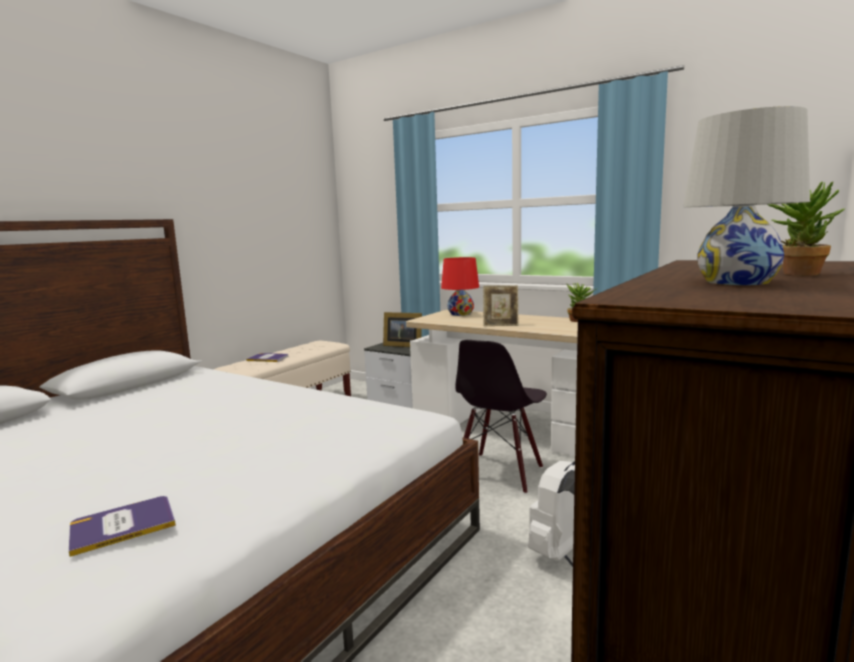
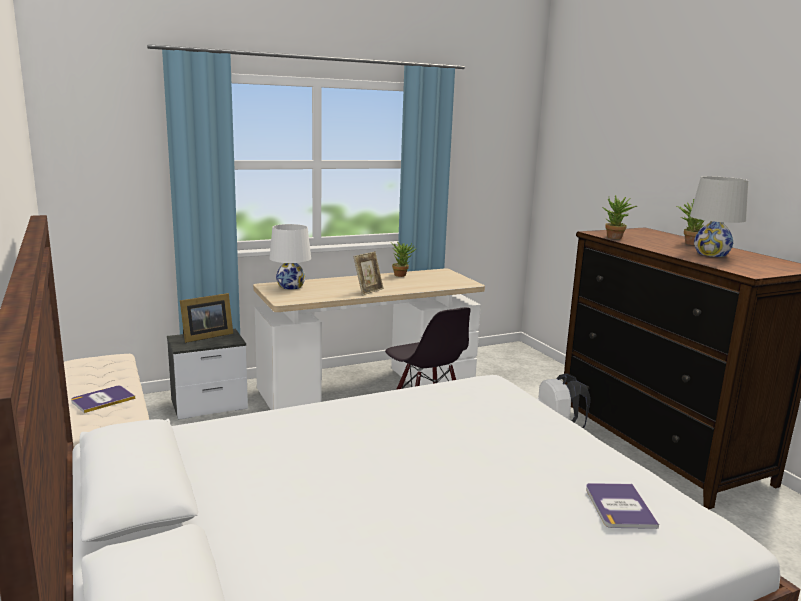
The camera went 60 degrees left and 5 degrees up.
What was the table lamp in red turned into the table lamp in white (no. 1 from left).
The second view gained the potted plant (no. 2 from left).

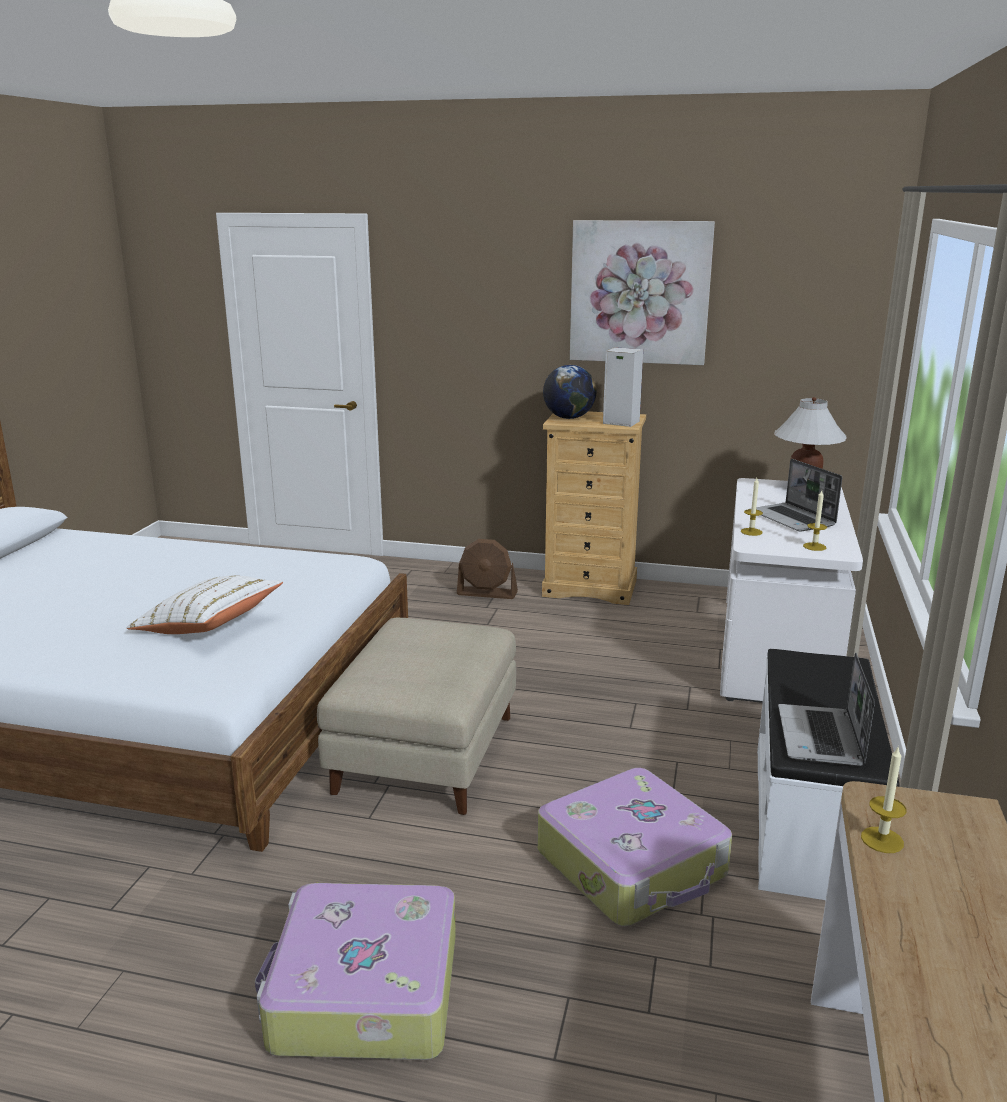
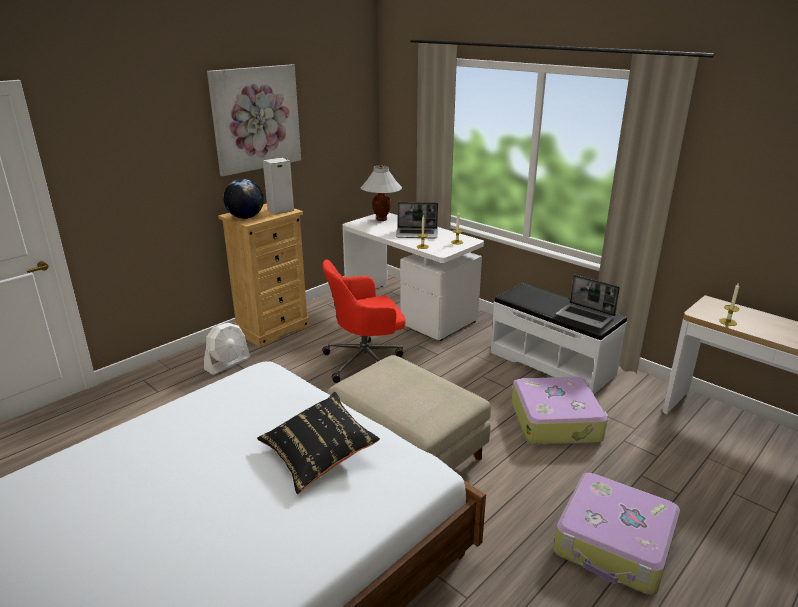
The camera went 60 degrees left and 5 degrees up.
What was the fan in brown turned into the fan in white.
What was the pillow in white turned into the pillow in black.
The second view gained the office chair in red.

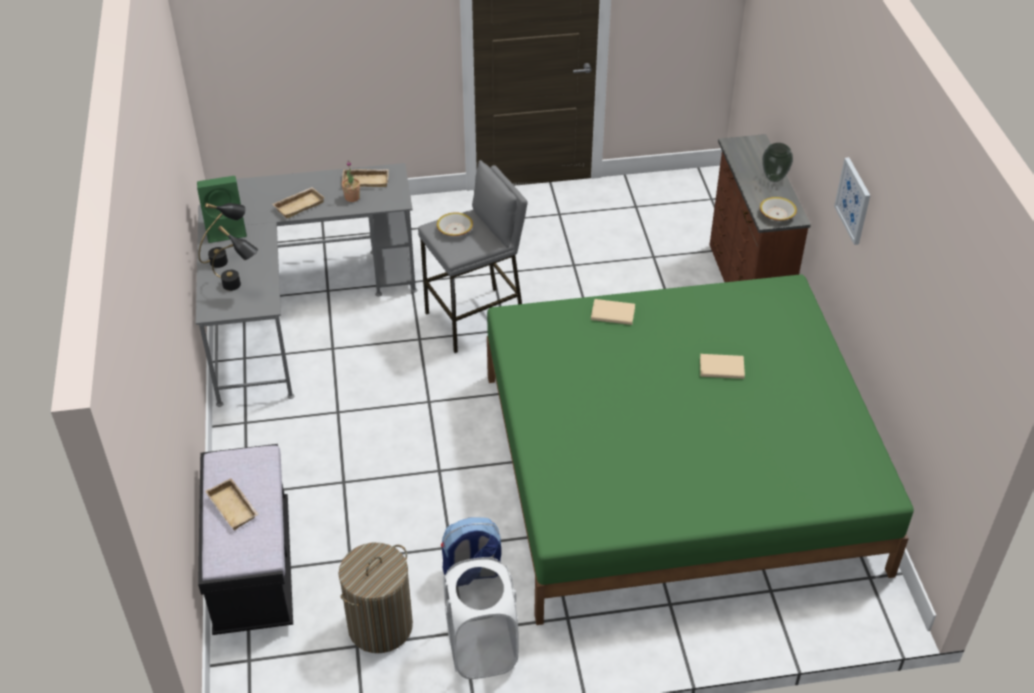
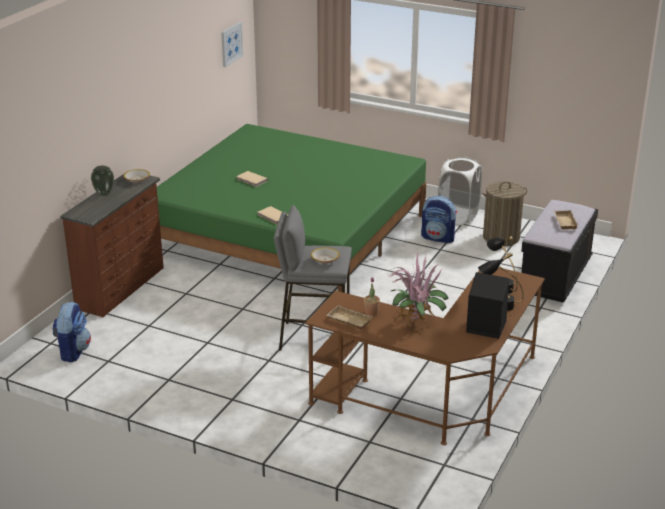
The camera went 145 degrees left and 15 degrees down.
The second view gained the backpack (no. 1 from left).
The picture ended up elsewhere.
What was the desk in grey turned into the desk in brown.
Where the tray in beige (no. 2 from left) stood, the potted plant (no. 2 from left) came to stand.
What was the speaker in green turned into the speaker in black.

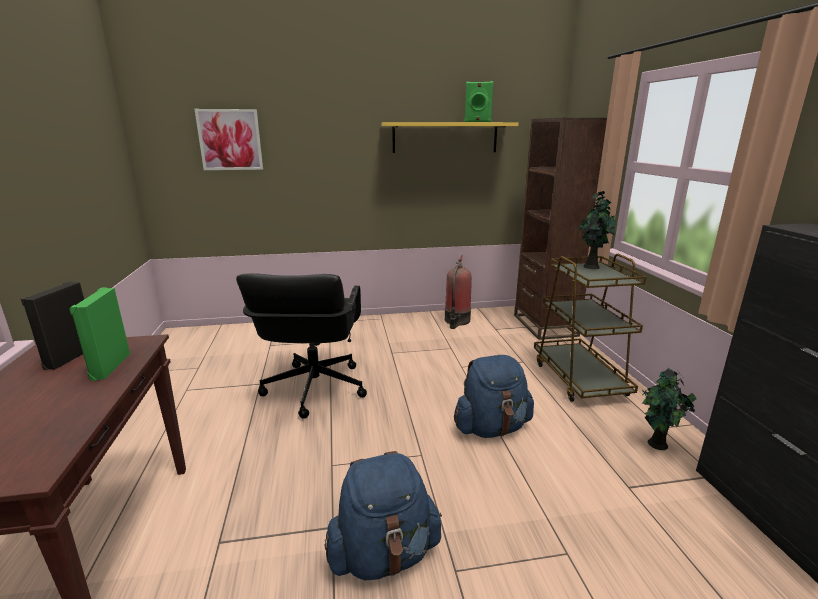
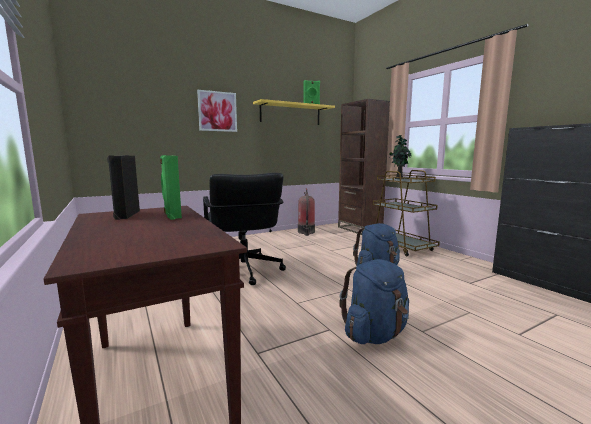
The camera went 20 degrees left and 10 degrees down.
The picture ended up elsewhere.
The second view lost the potted plant (no. 2 from left).

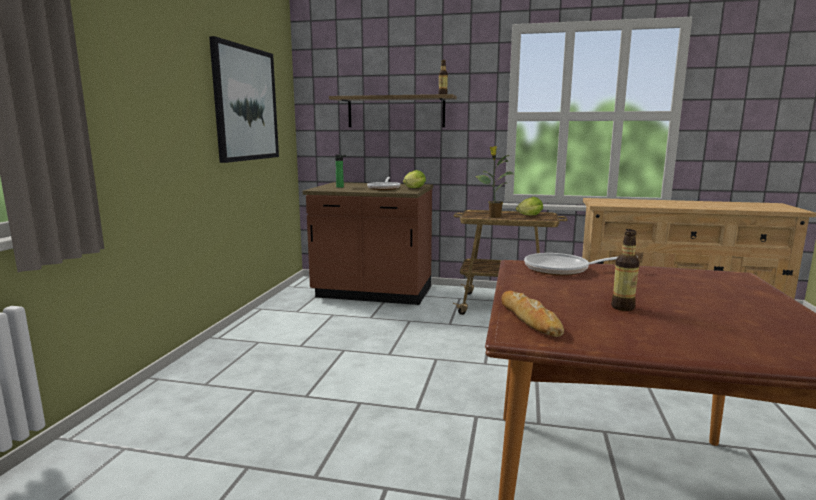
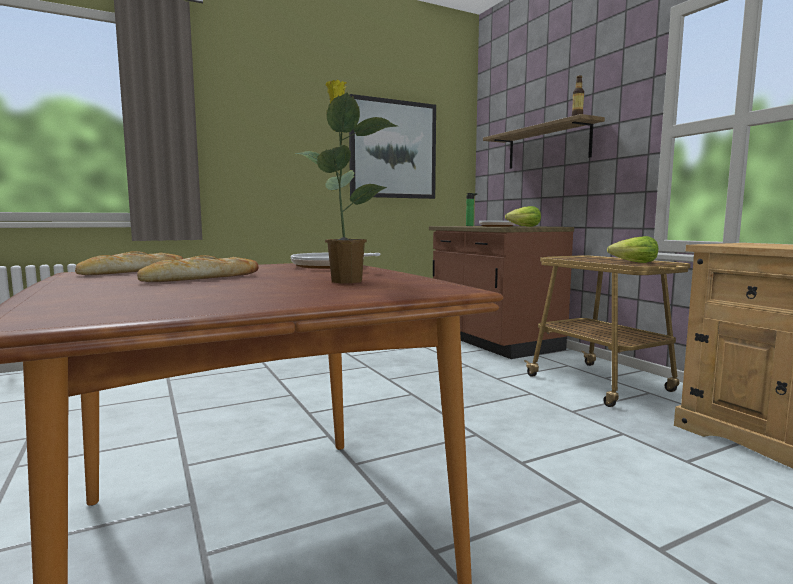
The camera went 50 degrees right and 5 degrees down.
Where the bottle (no. 3 from left) stood, the bread (no. 2 from left) came to stand.
The potted plant ended up elsewhere.

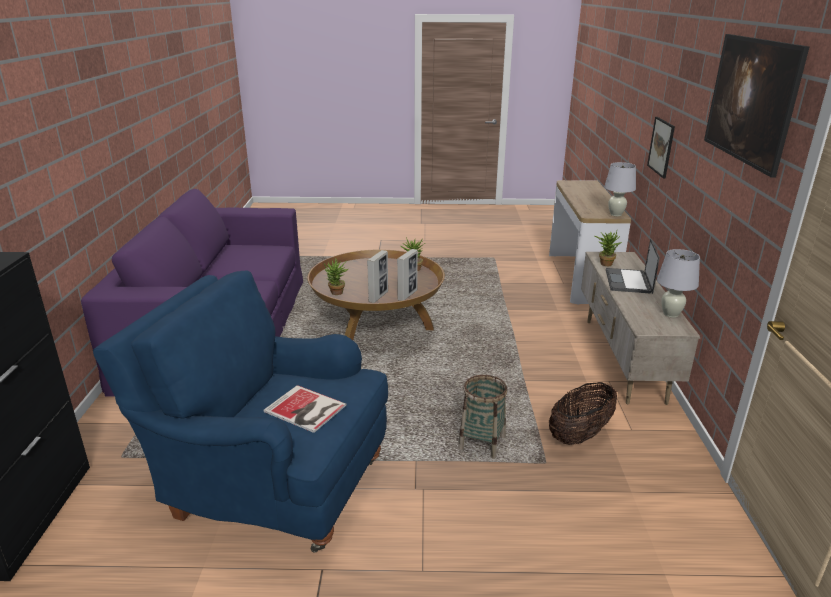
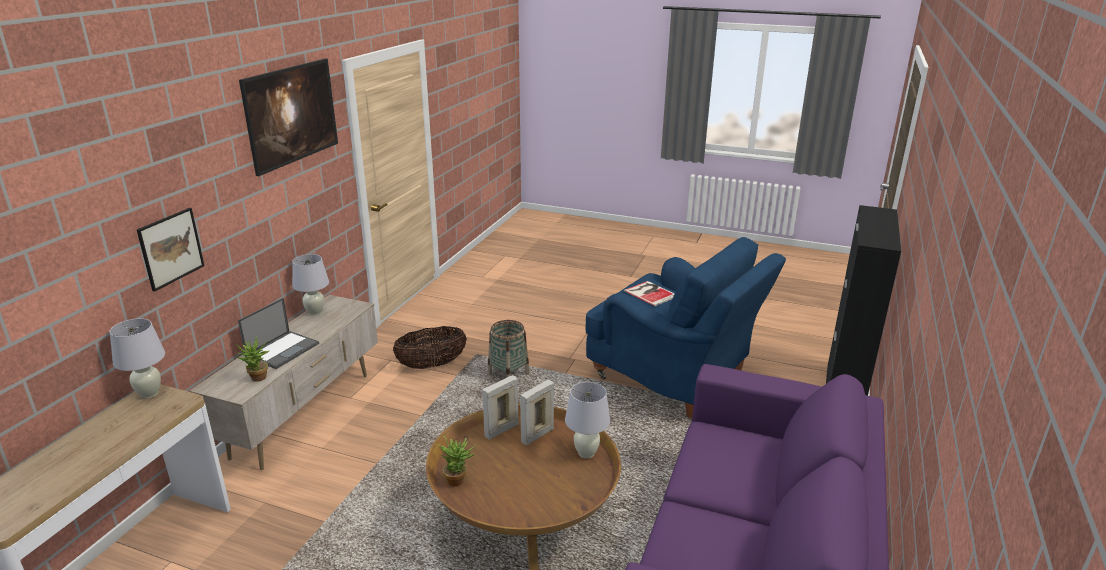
The camera went 160 degrees left and 0 degrees up.
Where the potted plant (no. 1 from left) stood, the table lamp in white (no. 3 from left) came to stand.

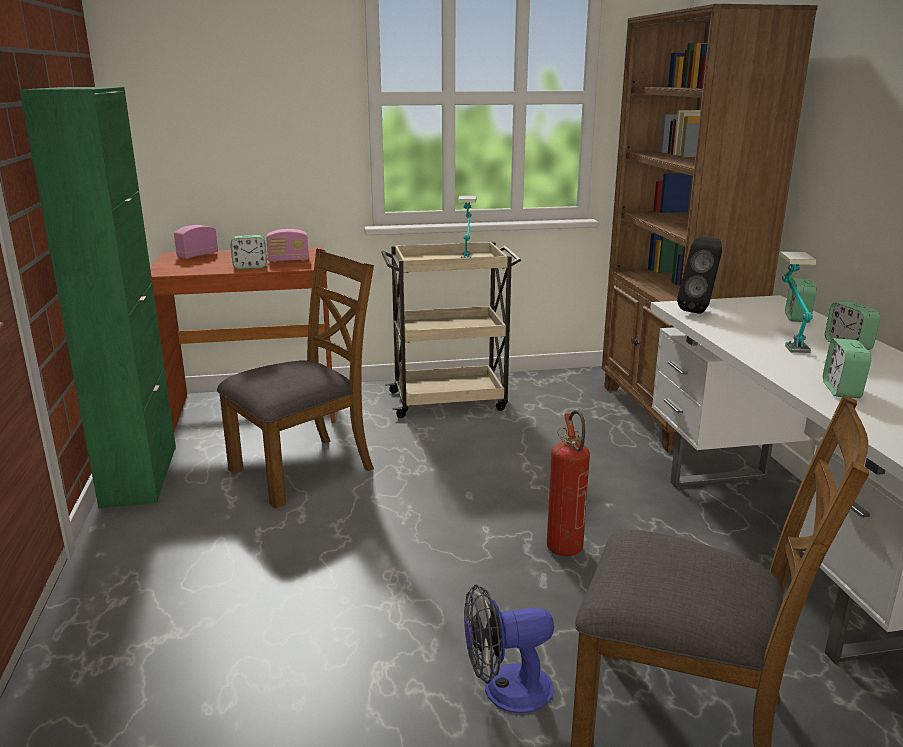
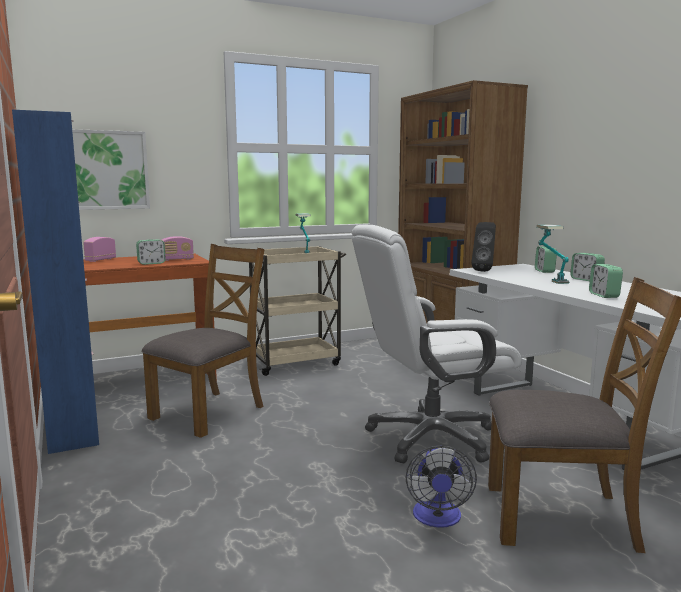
The camera went 15 degrees left and 10 degrees down.
What was the cabinet in green turned into the cabinet in blue.
The second view gained the picture.
Where the fire extinguisher stood, the office chair in white came to stand.
The fan ended up facing another way, 60 degrees counterclockwise from before.

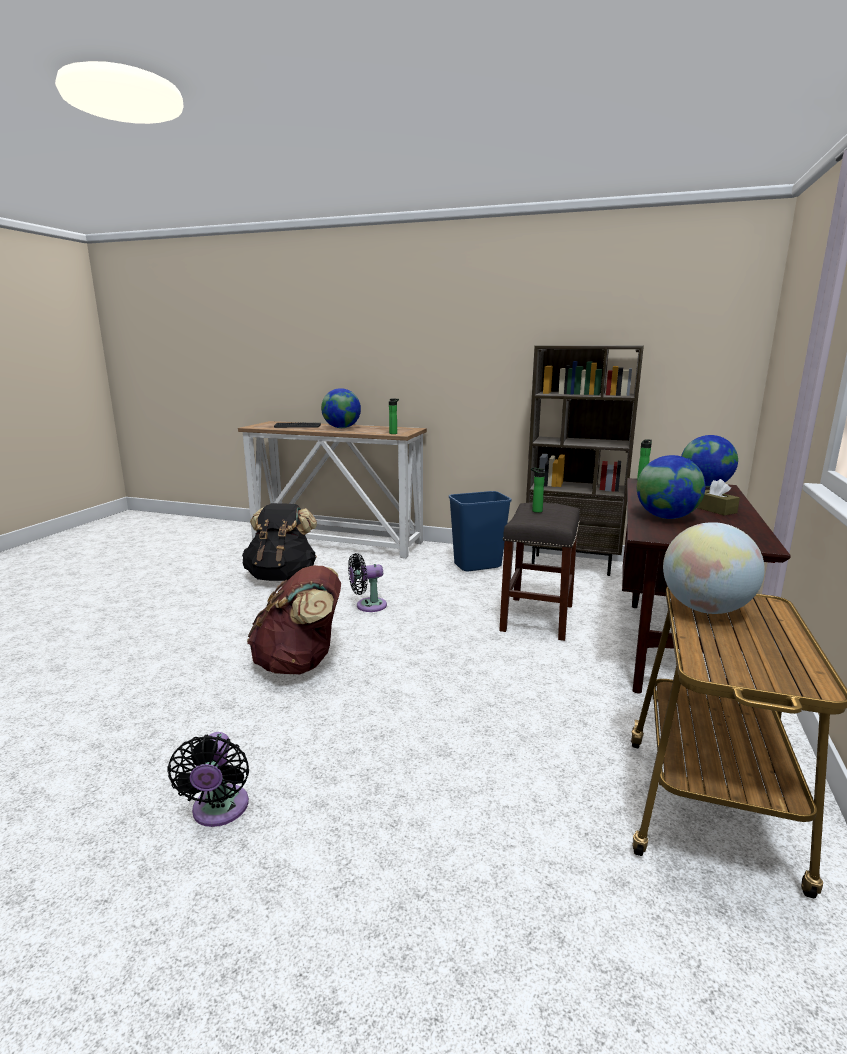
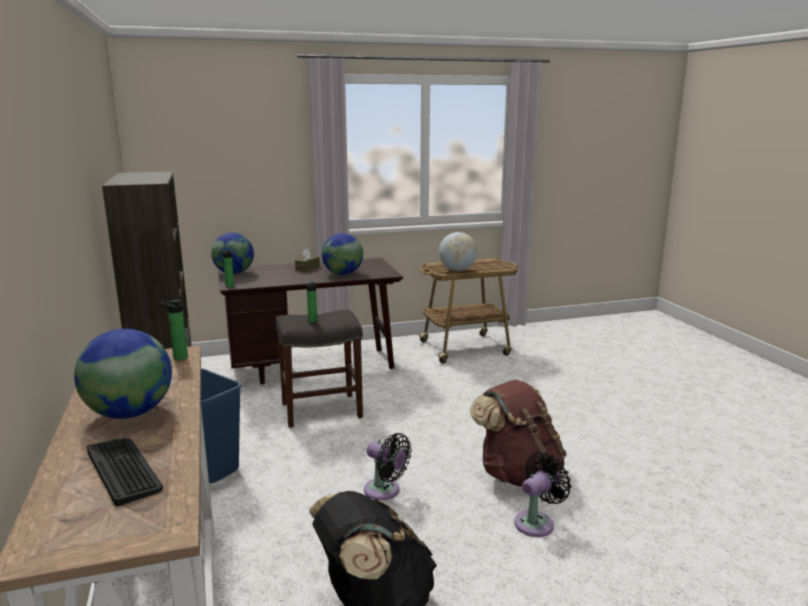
The camera went 125 degrees left and 0 degrees up.
The fan in black (no. 1 from left in the first image) ended up elsewhere.

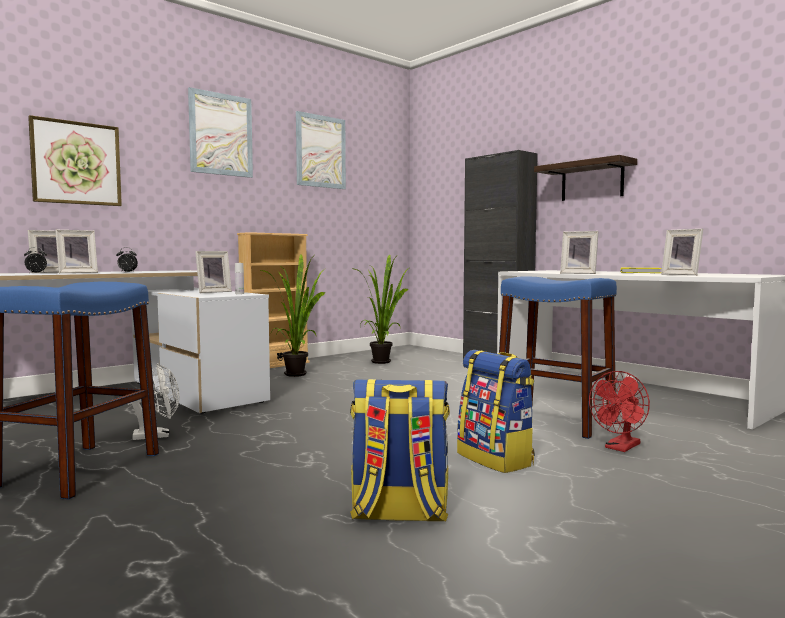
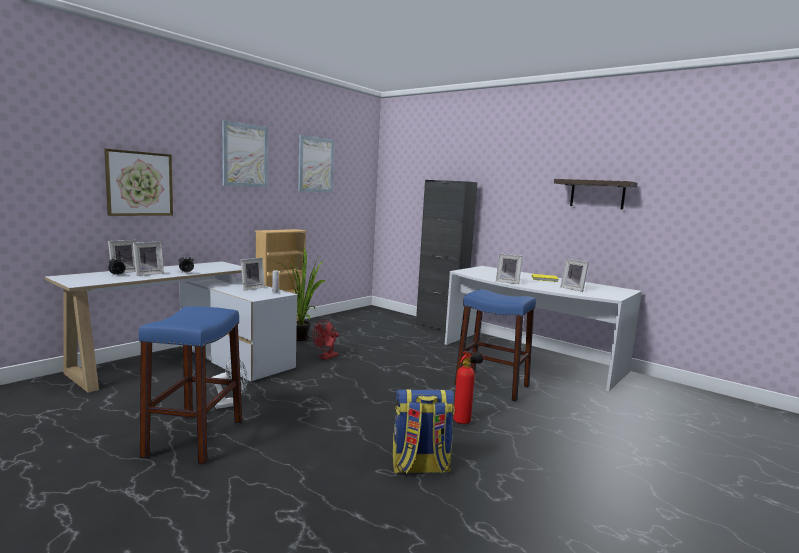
The camera went 10 degrees left and 5 degrees up.
The fan in red ended up elsewhere.
Where the backpack (no. 2 from left) stood, the fire extinguisher came to stand.
The shelf ended up elsewhere.
The second view lost the potted plant (no. 2 from left).

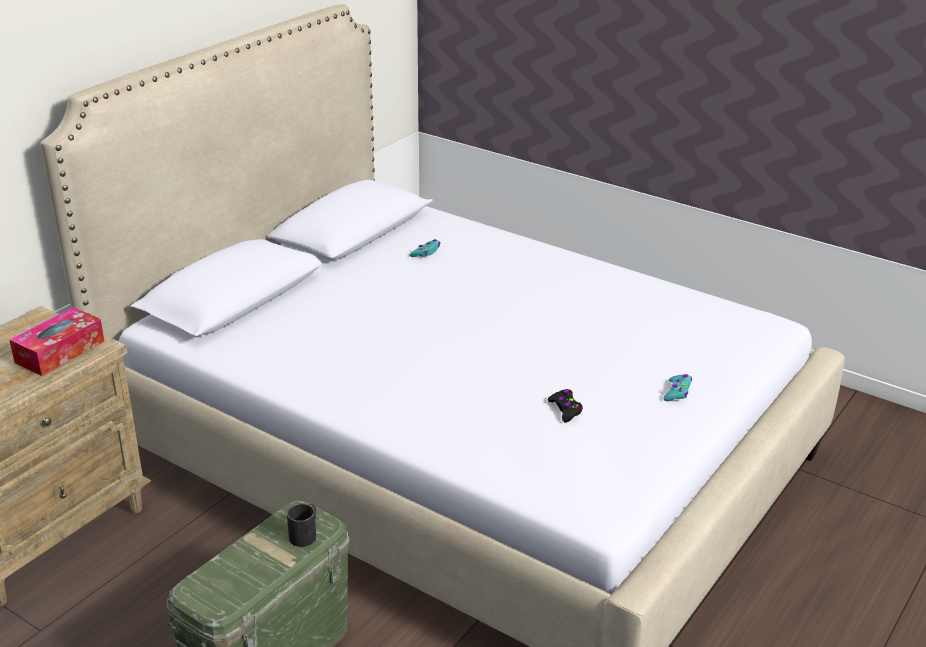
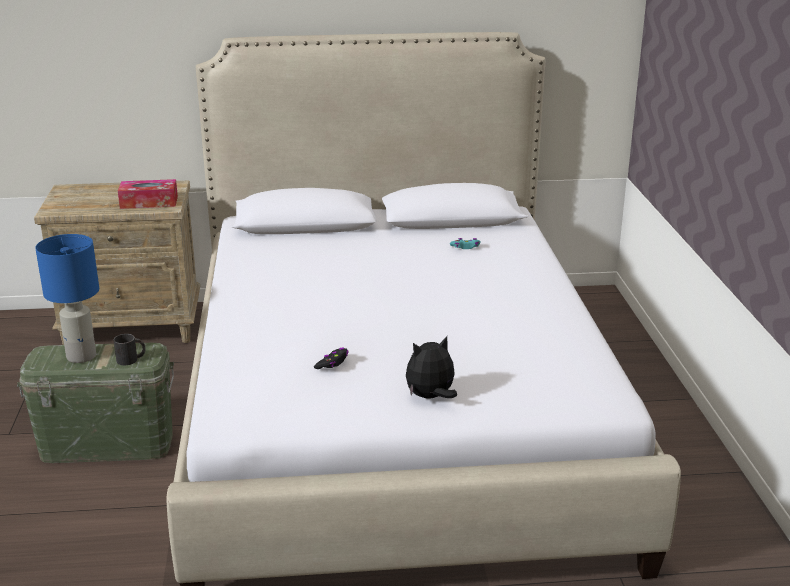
The camera went 50 degrees right and 5 degrees down.
The second view gained the table lamp in blue.
Where the game controller in turquoise (no. 2 from left) stood, the plush toy came to stand.

